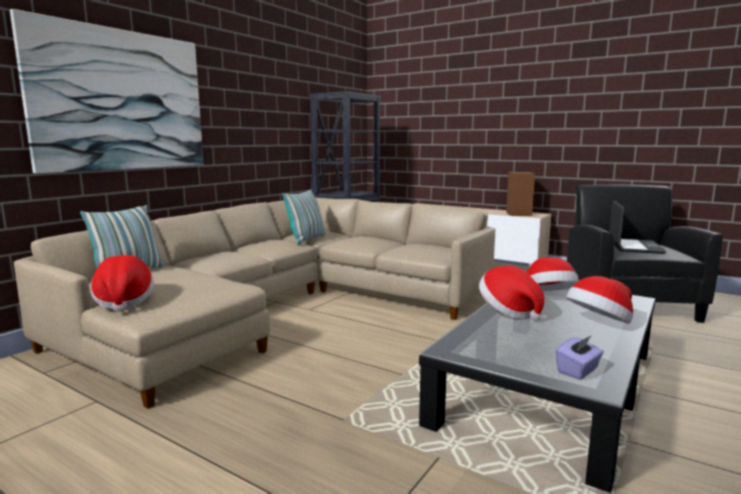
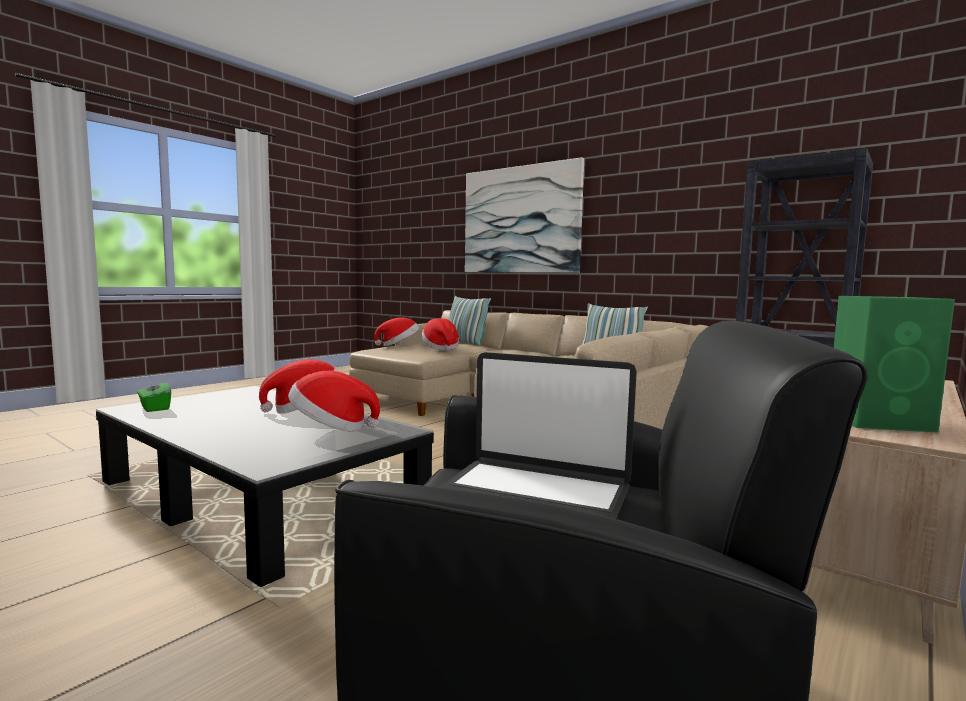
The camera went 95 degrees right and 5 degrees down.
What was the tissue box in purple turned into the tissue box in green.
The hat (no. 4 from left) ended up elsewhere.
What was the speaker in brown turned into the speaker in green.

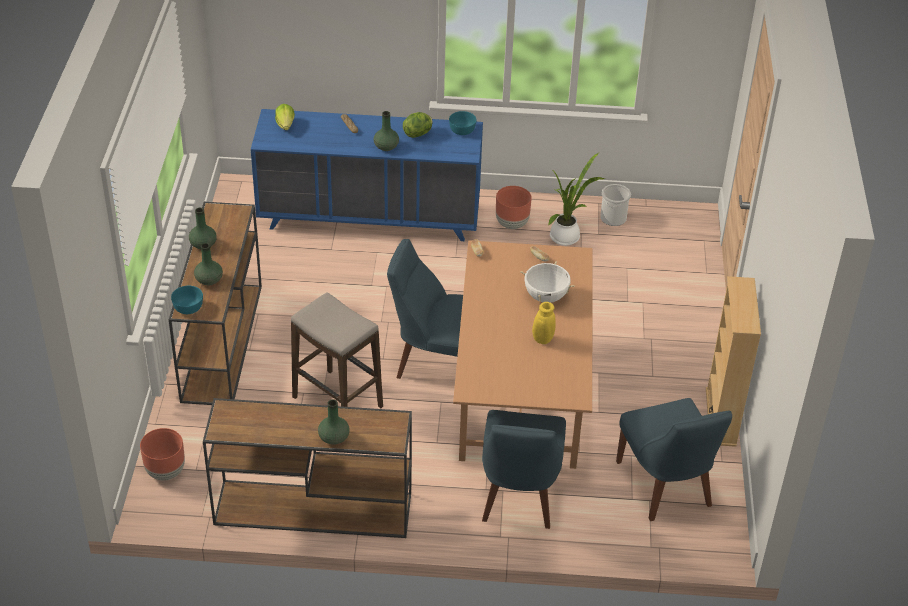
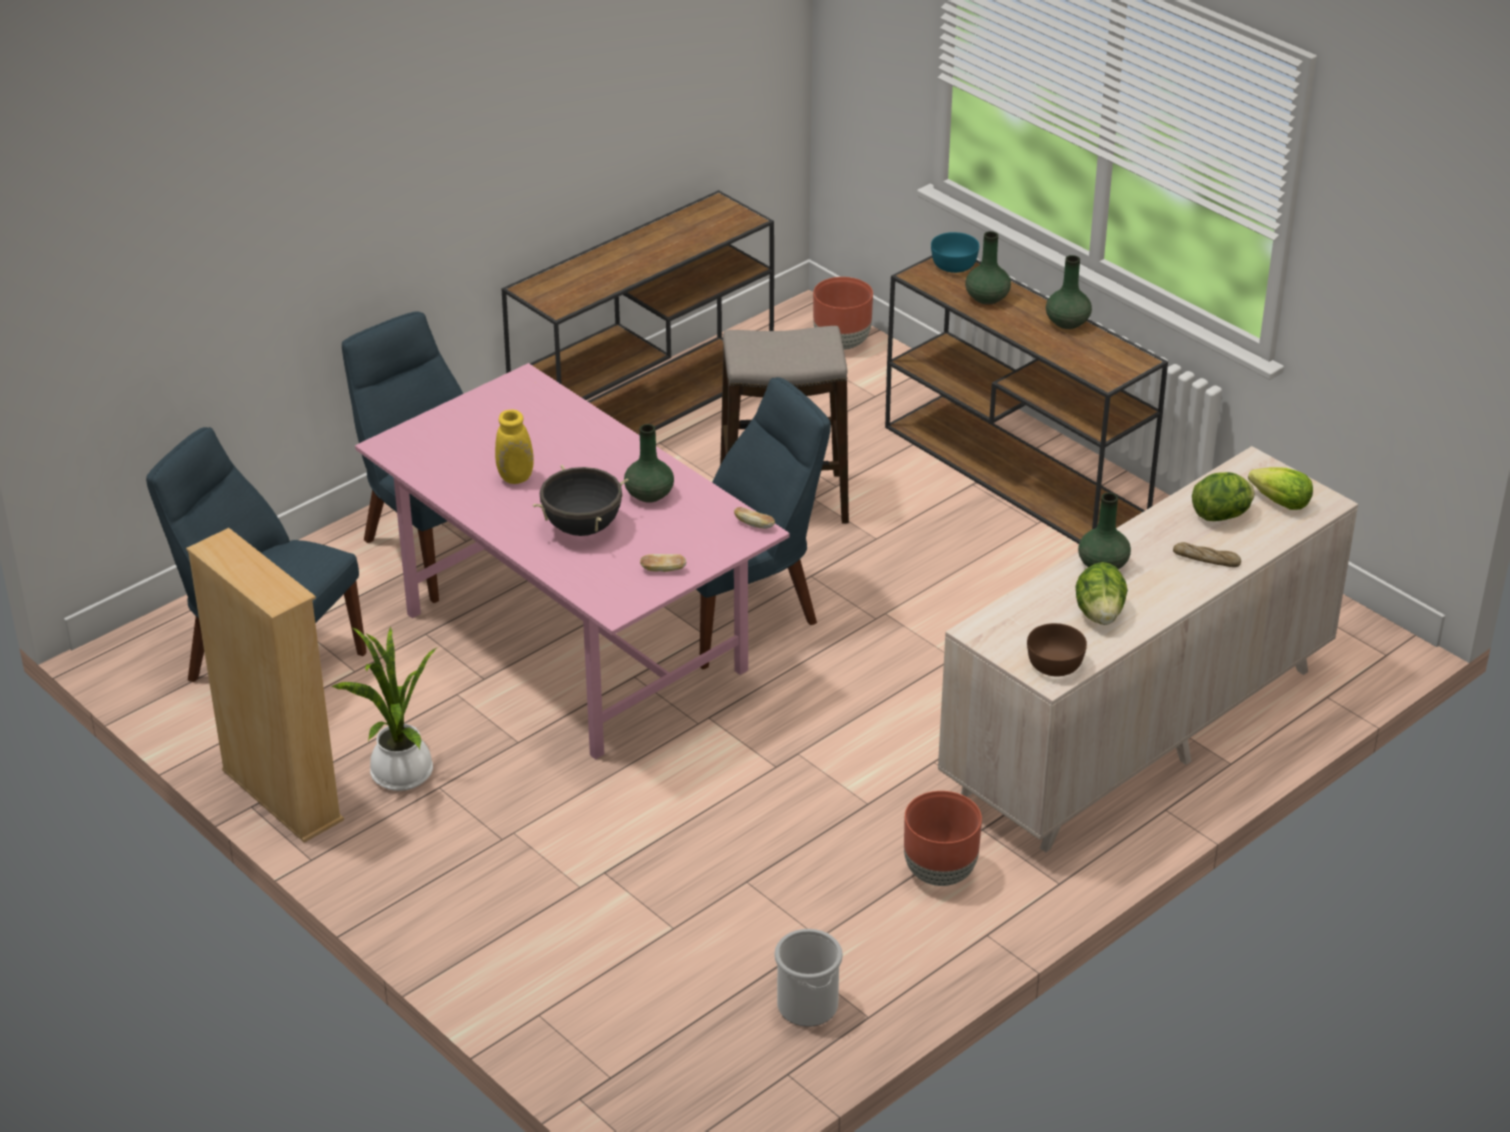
The camera went 135 degrees right and 5 degrees down.
The potted plant ended up elsewhere.
What was the dining table in brown turned into the dining table in pink.
What was the cooking pot in white turned into the cooking pot in black.
The vase in green (no. 3 from left in the first image) ended up elsewhere.
What was the dresser in blue turned into the dresser in beige.
What was the bowl in turquoise (no. 2 from left) turned into the bowl in brown.
The second view gained the lettuce (no. 2 from left).

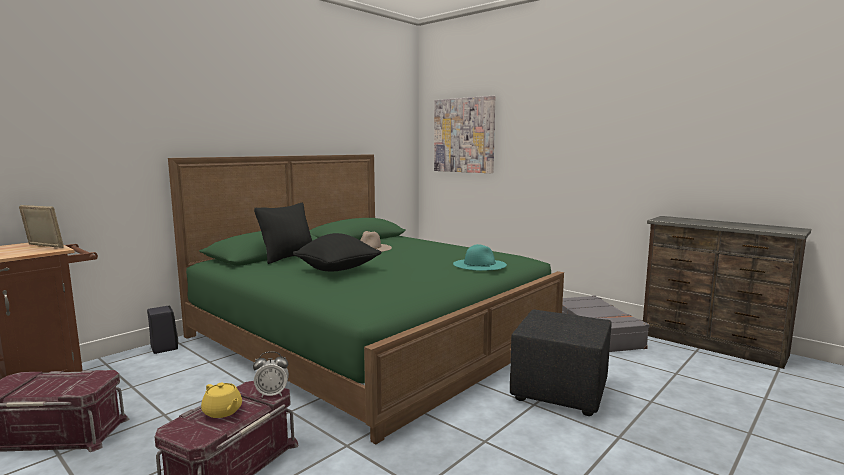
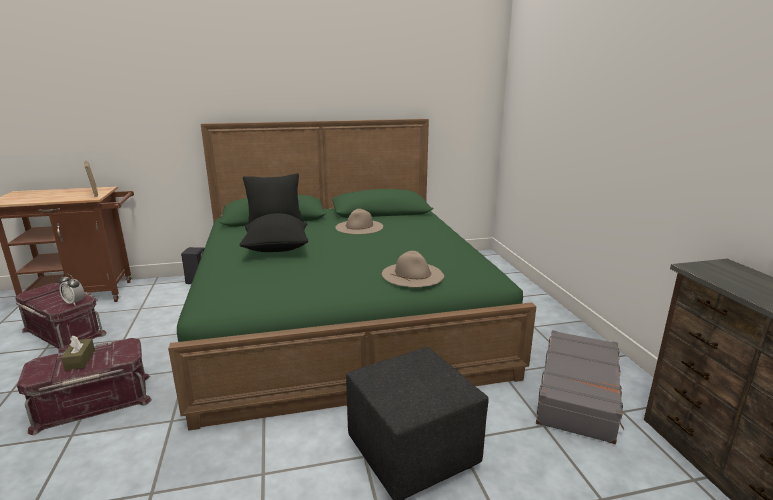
The camera went 35 degrees right and 10 degrees up.
The alarm clock ended up elsewhere.
Where the teapot in yellow stood, the tissue box in brown came to stand.
What was the hat in turquoise turned into the hat in beige (no. 2 from left).
The second view lost the picture.

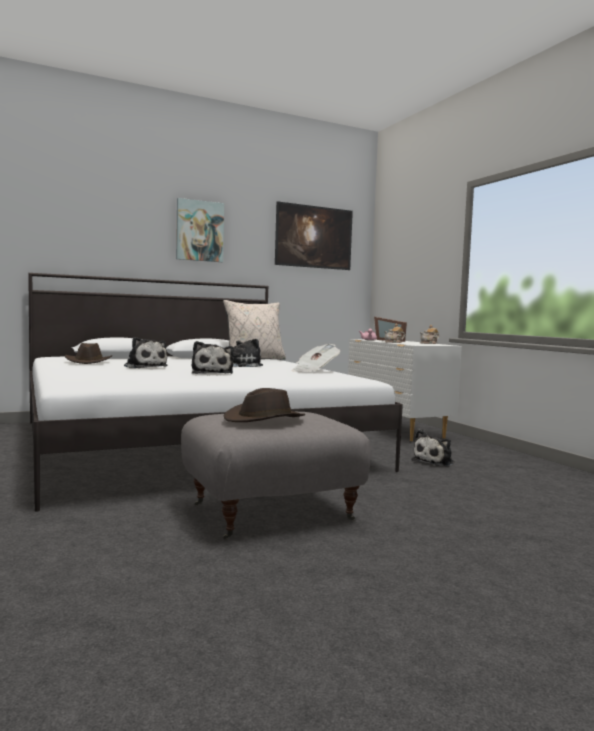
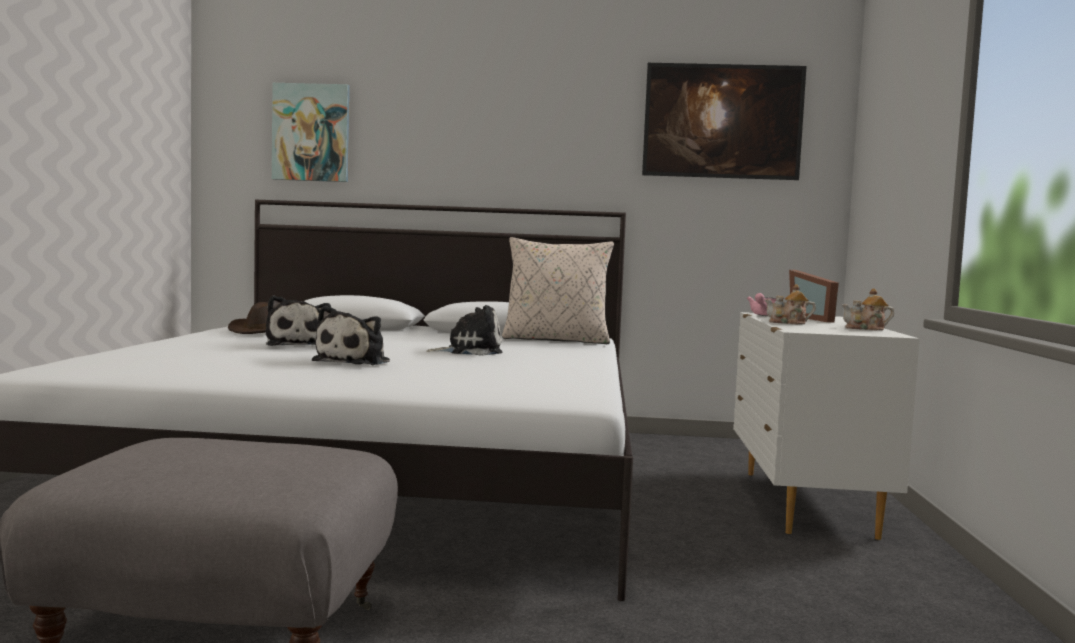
The camera went 30 degrees right and 0 degrees up.
The picture (no. 1 from left) ended up elsewhere.
The second view lost the hat in brown (no. 2 from left).
The second view lost the newspaper.
The second view lost the plush toy (no. 4 from left).

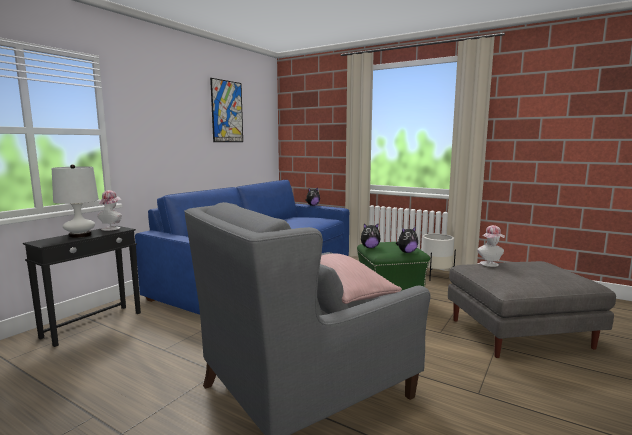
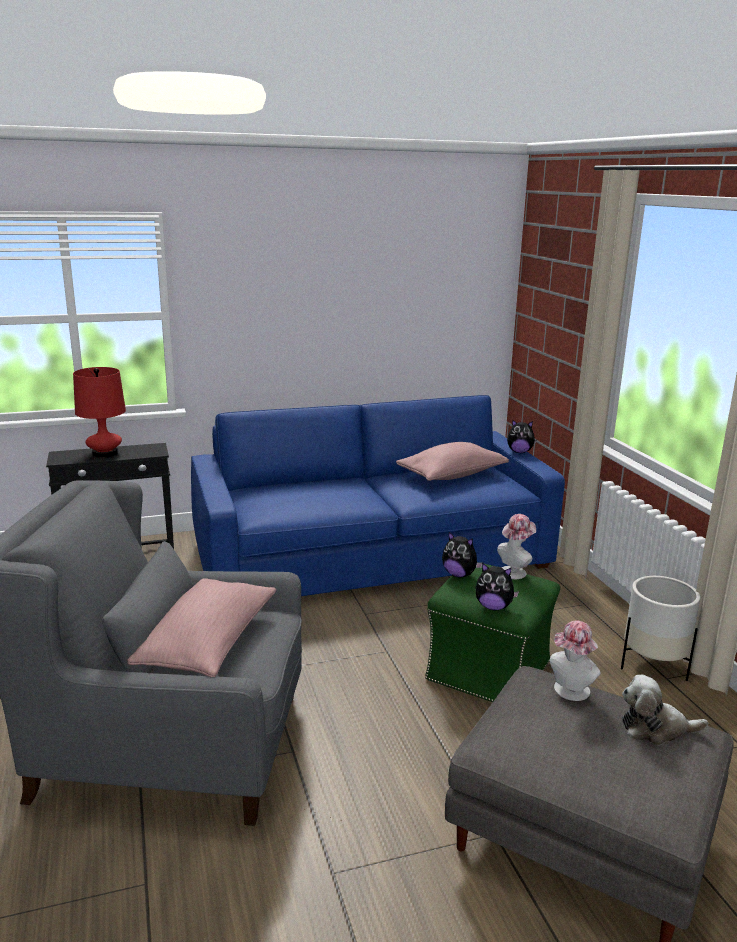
The camera went 40 degrees right and 10 degrees up.
What was the table lamp in white turned into the table lamp in red.
The second view gained the pillow in pink (no. 2 from left).
The hat (no. 1 from left) ended up elsewhere.
The second view gained the plush toy (no. 4 from left).
The second view lost the picture.

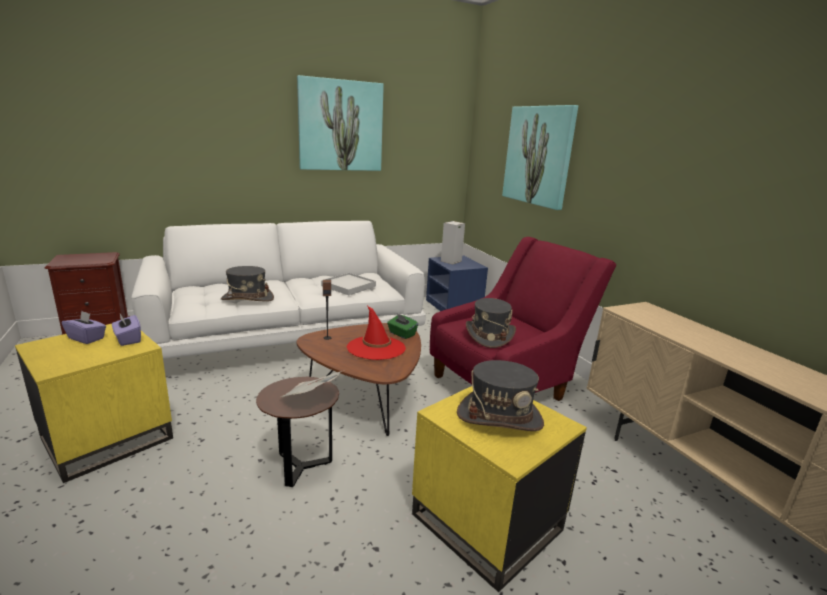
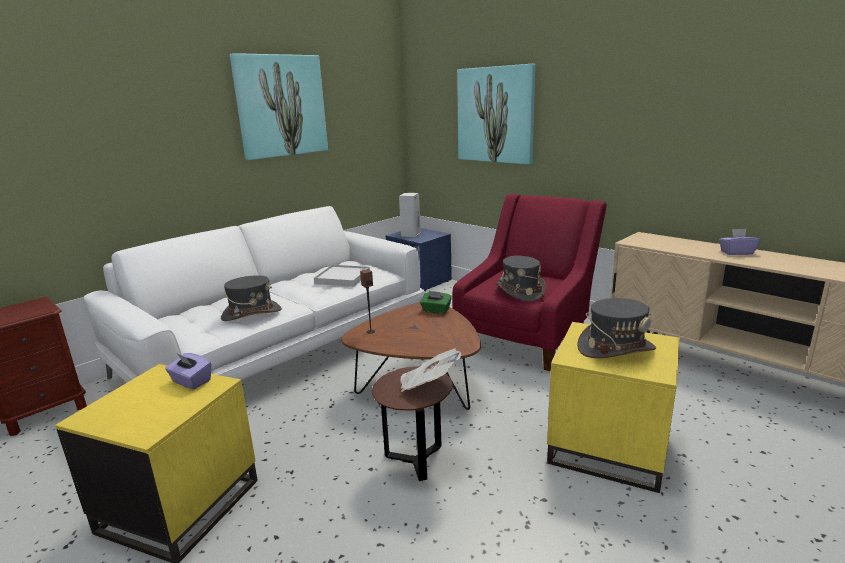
The camera went 20 degrees left and 0 degrees up.
The tissue box in purple (no. 1 from left in the first image) ended up elsewhere.
The second view lost the hat in red.

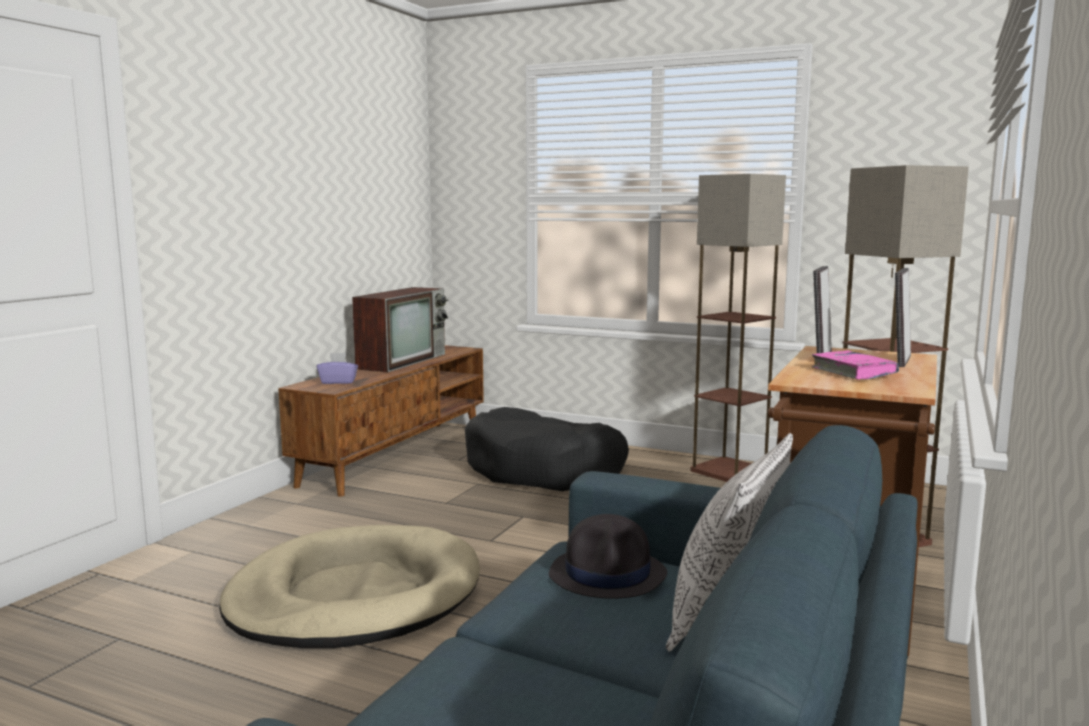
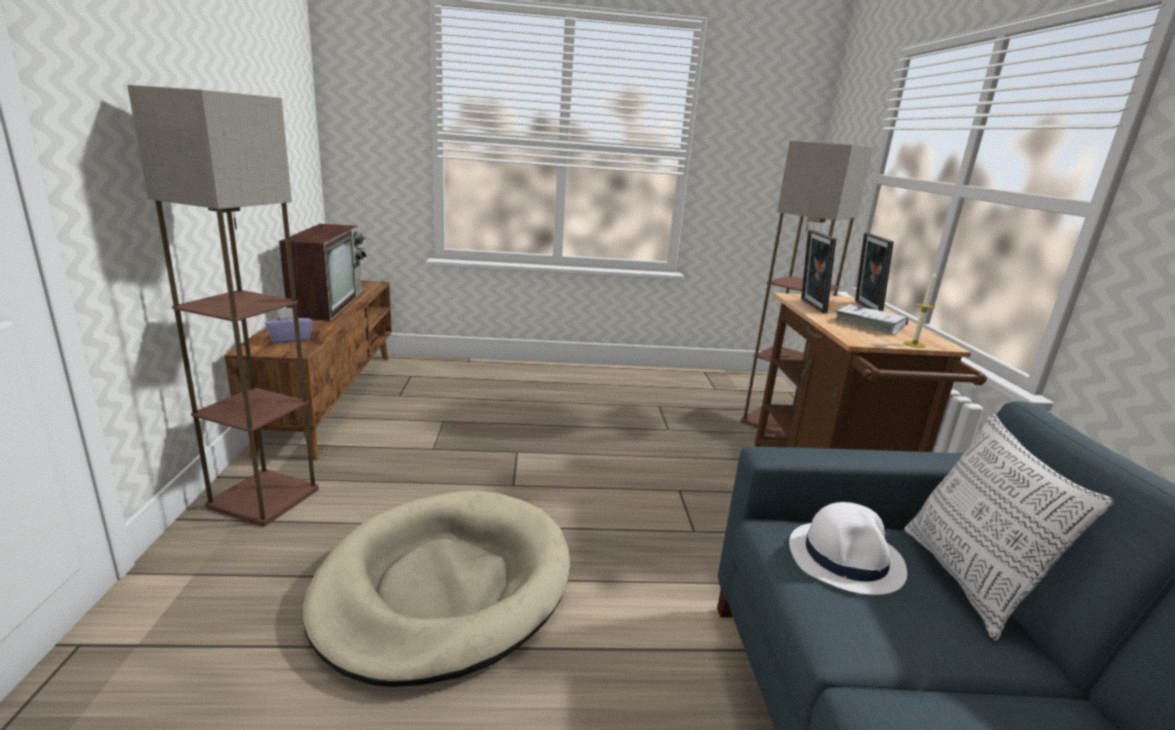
The camera went 30 degrees left and 10 degrees up.
The floor lamp (no. 1 from left) ended up elsewhere.
What was the hat in black turned into the hat in white.
What was the book in pink turned into the book in white.
The second view gained the candle.
The second view lost the dog bed in black.

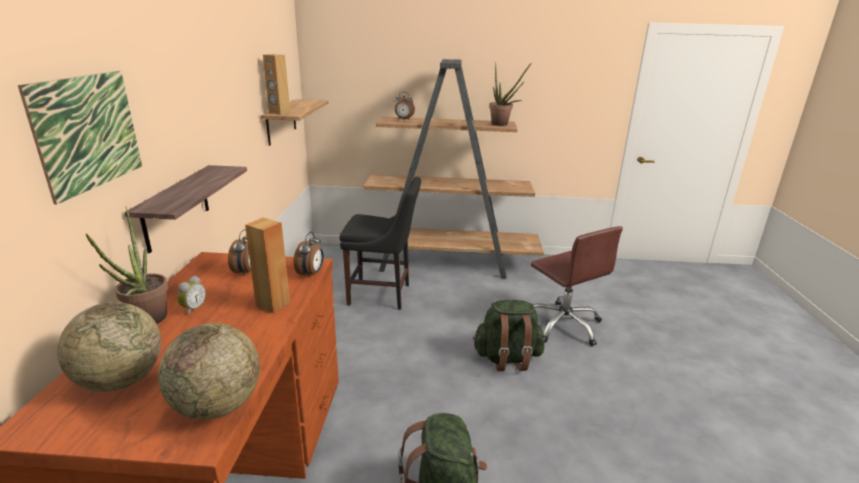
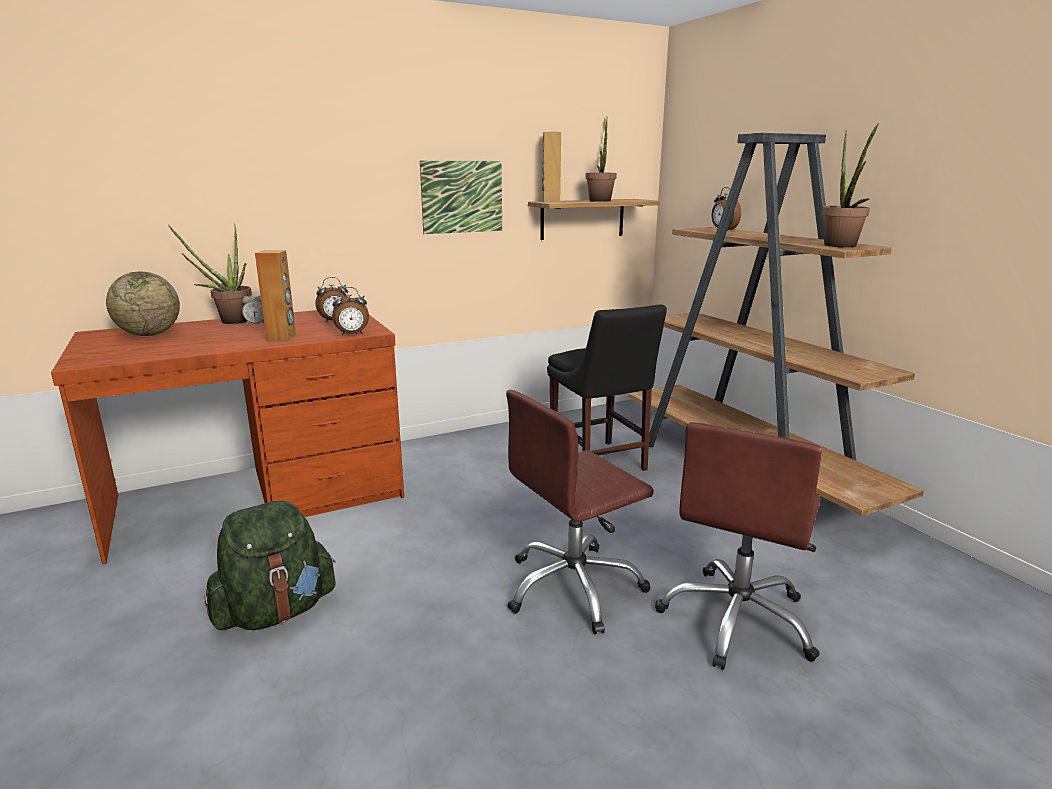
The camera went 60 degrees right and 5 degrees down.
The picture ended up elsewhere.
Where the backpack in green (no. 2 from left) stood, the office chair in brown (no. 1 from left) came to stand.
The second view gained the potted plant (no. 2 from left).
The second view lost the shelf (no. 1 from left).
The second view lost the globe (no. 2 from left).

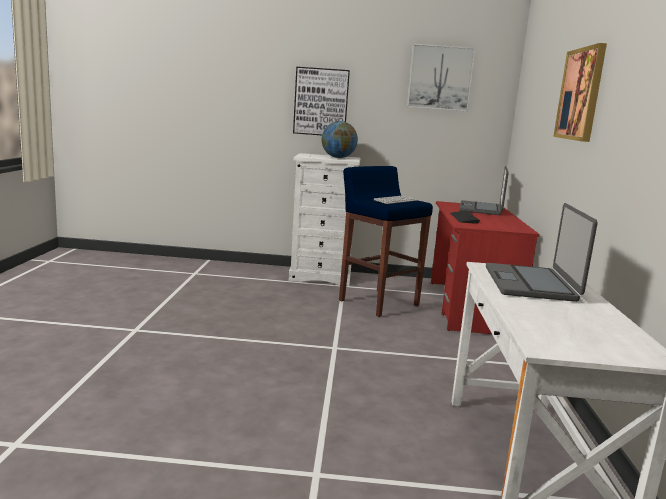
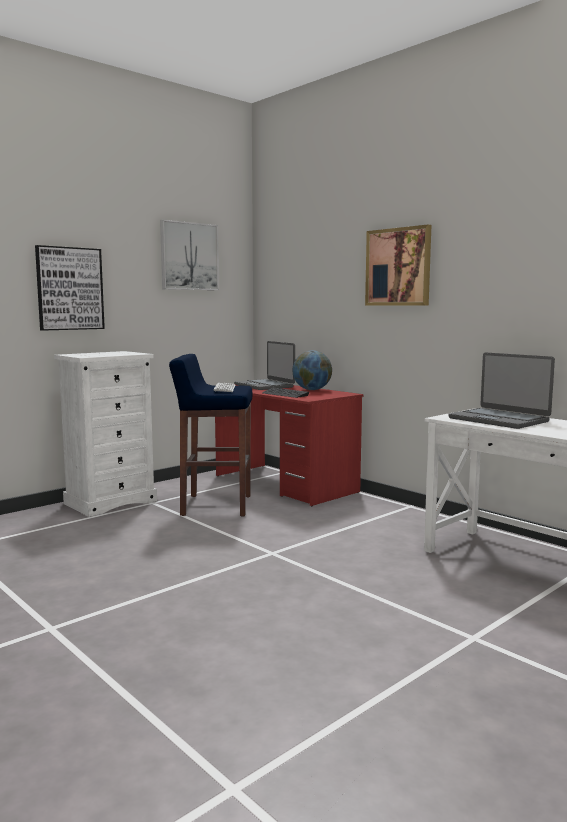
The camera went 45 degrees left and 5 degrees down.
The globe ended up elsewhere.

